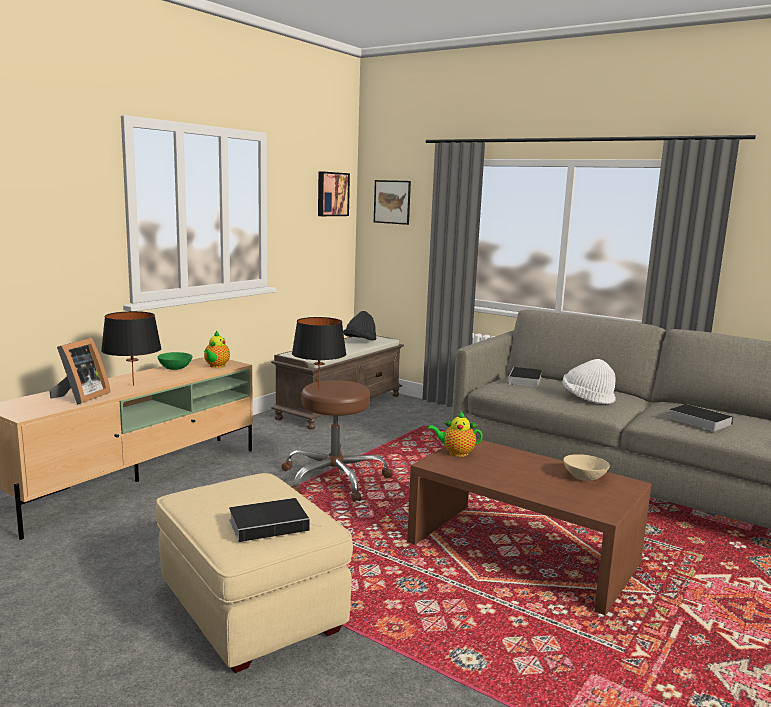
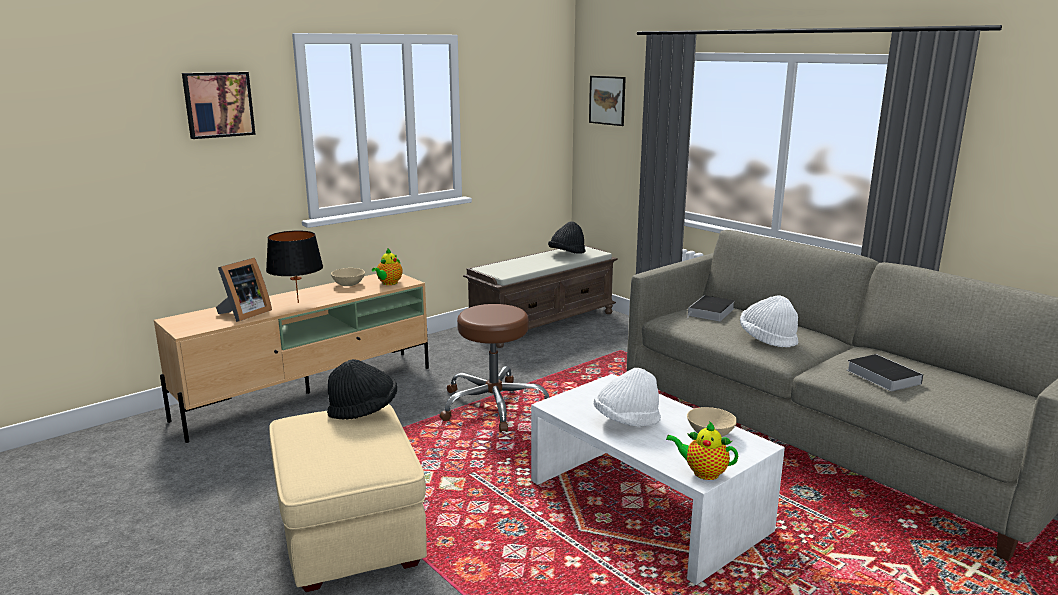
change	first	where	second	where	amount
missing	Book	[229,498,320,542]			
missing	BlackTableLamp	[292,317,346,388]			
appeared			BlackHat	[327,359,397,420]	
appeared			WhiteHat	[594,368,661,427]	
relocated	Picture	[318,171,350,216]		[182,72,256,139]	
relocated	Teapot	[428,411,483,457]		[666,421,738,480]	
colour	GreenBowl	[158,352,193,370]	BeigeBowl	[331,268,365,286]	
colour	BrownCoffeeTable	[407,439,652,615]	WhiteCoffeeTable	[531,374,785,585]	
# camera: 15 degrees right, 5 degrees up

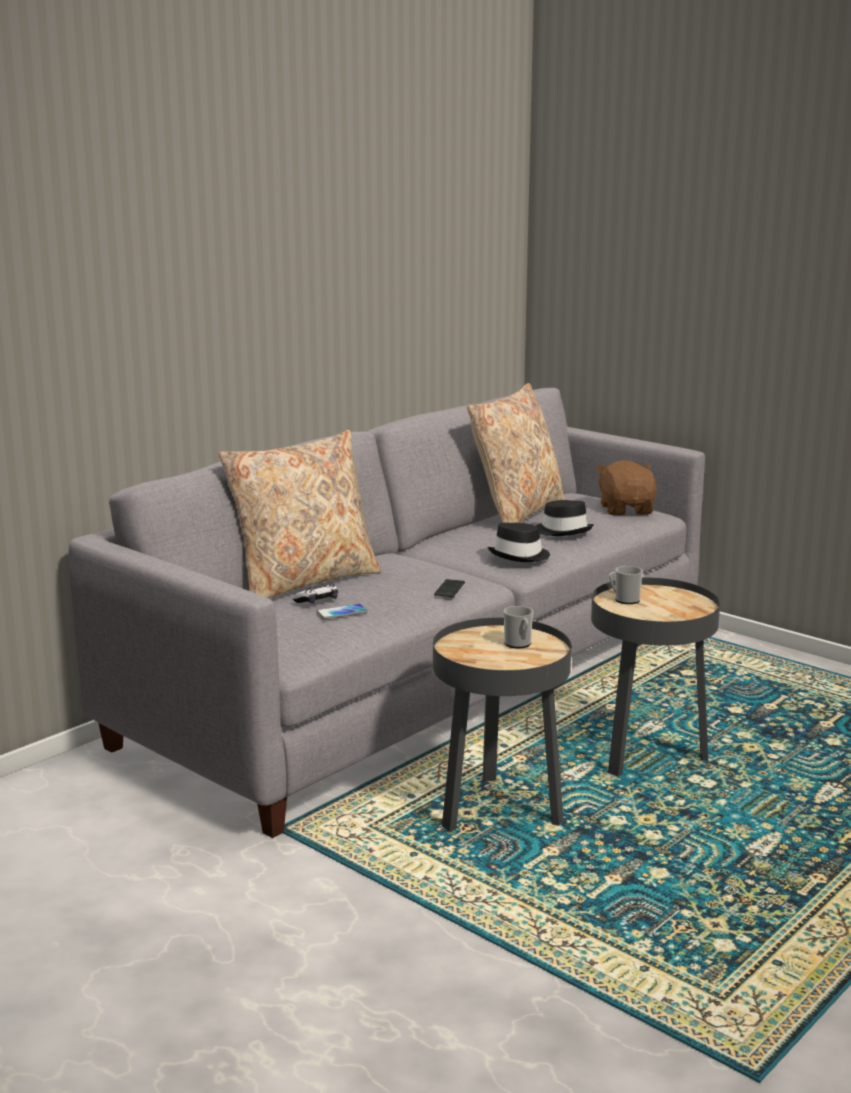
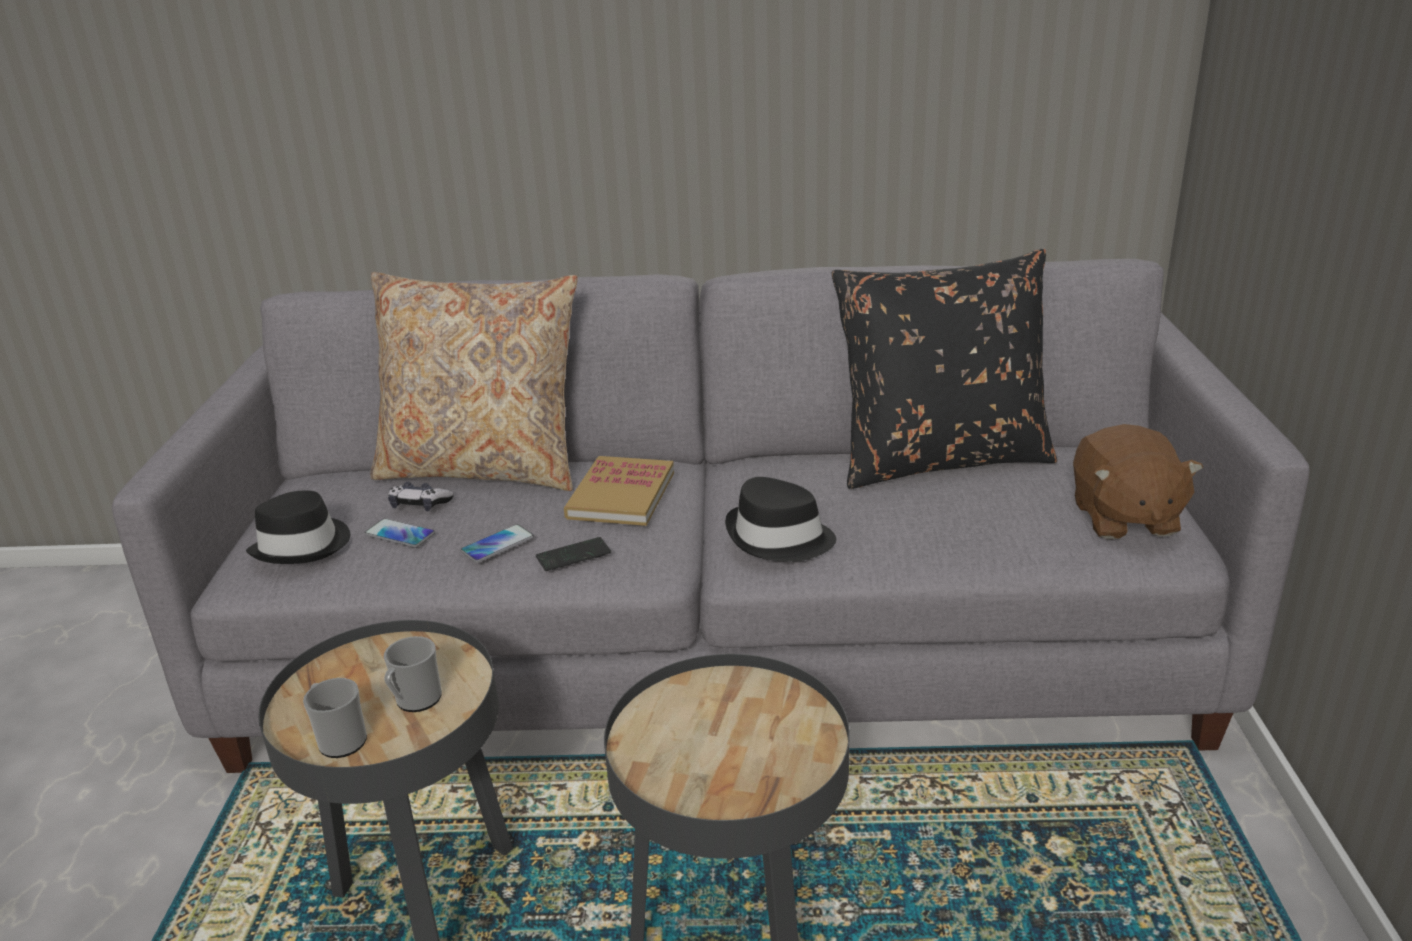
change	first	where	second	where	amount
appeared			Phone	[460,524,534,563]	
appeared			Book	[564,456,674,526]	
relocated	BlackHat	[536,500,594,536]		[246,491,350,564]	
relocated	Mug	[609,566,643,604]		[303,678,367,758]	
colour	BeigePillow	[467,383,565,523]	BlackPillow	[831,249,1057,489]	
spun	BrownPlushToy	[596,460,657,515]		[1073,424,1203,539]	135 degrees clockwise
# camera: 50 degrees right, 10 degrees up

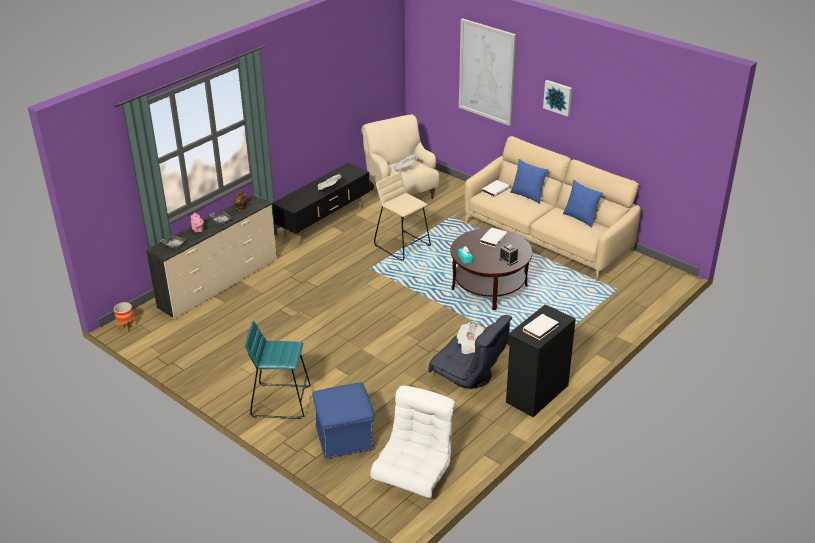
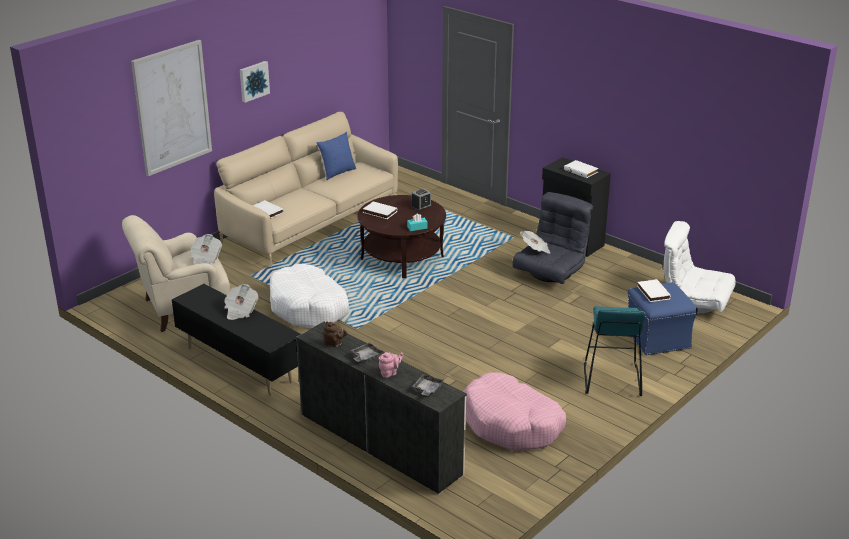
change	first	where	second	where	amount
missing	Planter	[114,302,136,332]			
missing	BluePillow	[510,159,549,204]			
appeared			PinkDogBed	[463,372,566,451]	
appeared			WhiteBook	[637,279,671,302]	
exchanged	BeigeStool	[374,172,431,261]	WhiteDogBed	[270,264,350,327]	
# camera: 90 degrees left, 5 degrees down

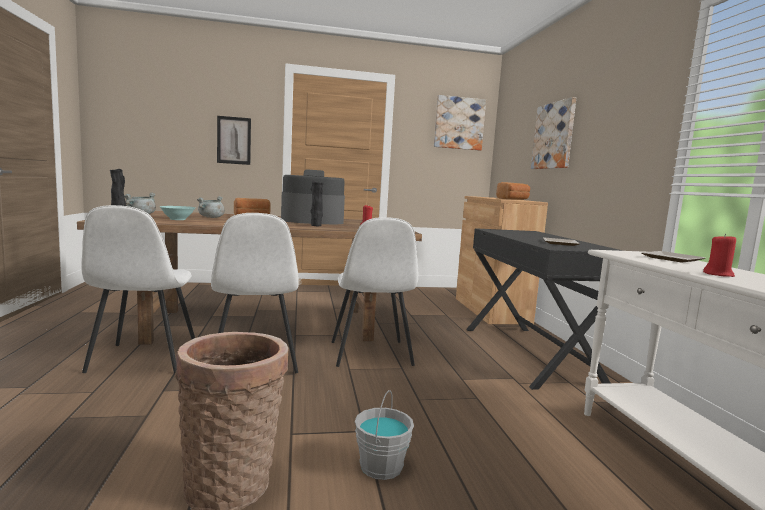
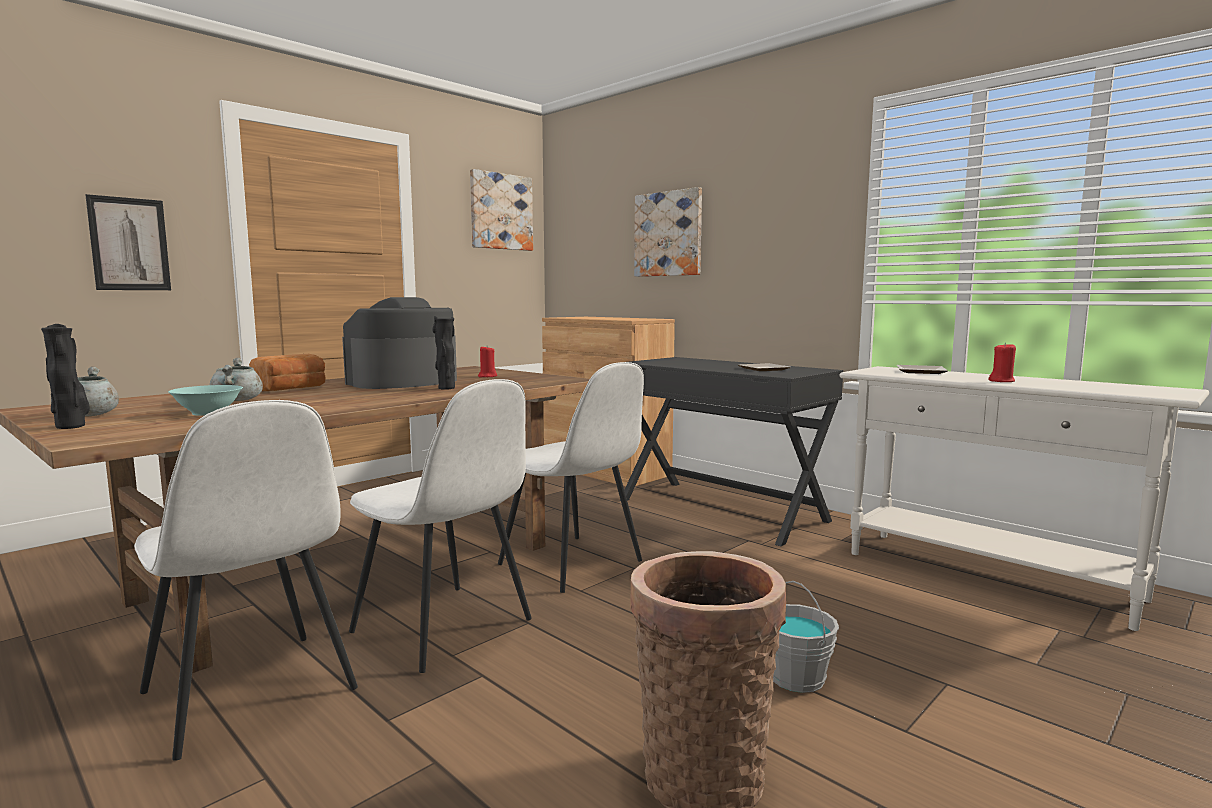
change	first	where	second	where	amount
missing	Bread	[496,182,530,200]			
# camera: 35 degrees left, 0 degrees up

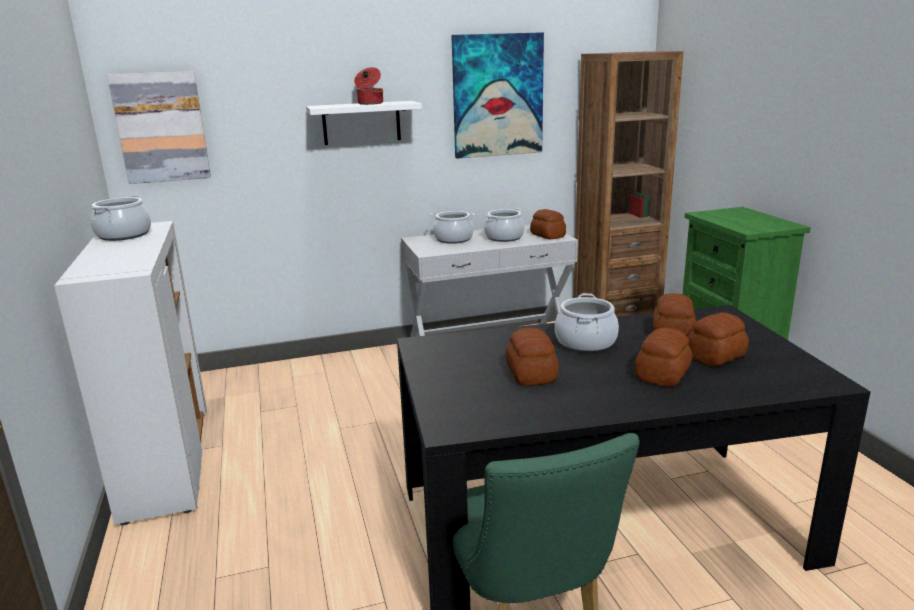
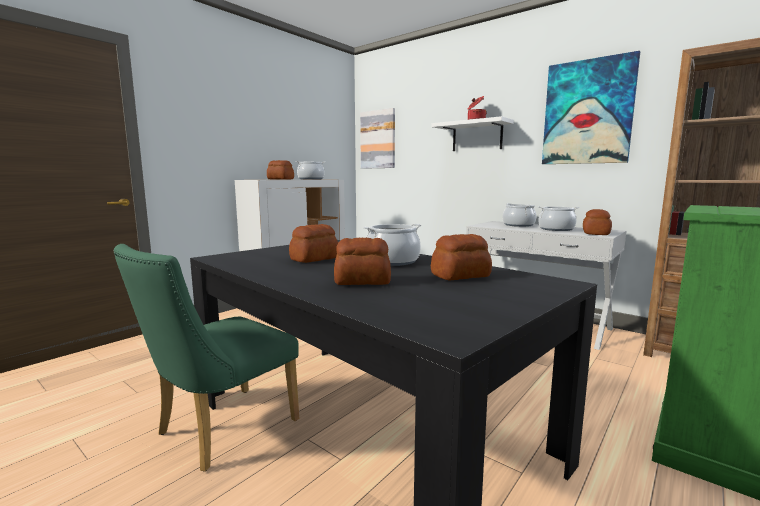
change	first	where	second	where	amount
relocated	Bread	[687,312,749,367]		[267,160,294,180]	
# camera: 55 degrees right, 10 degrees down

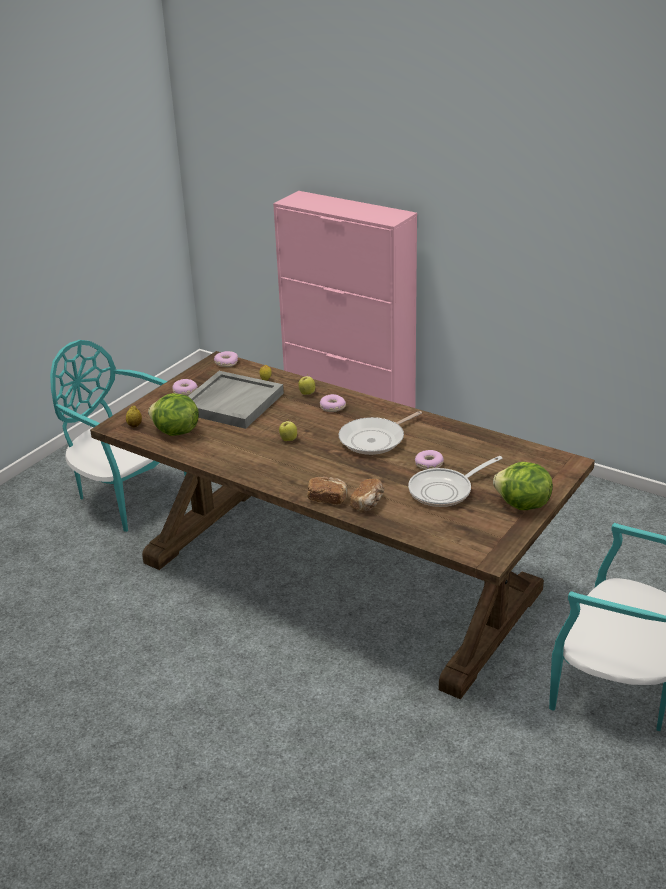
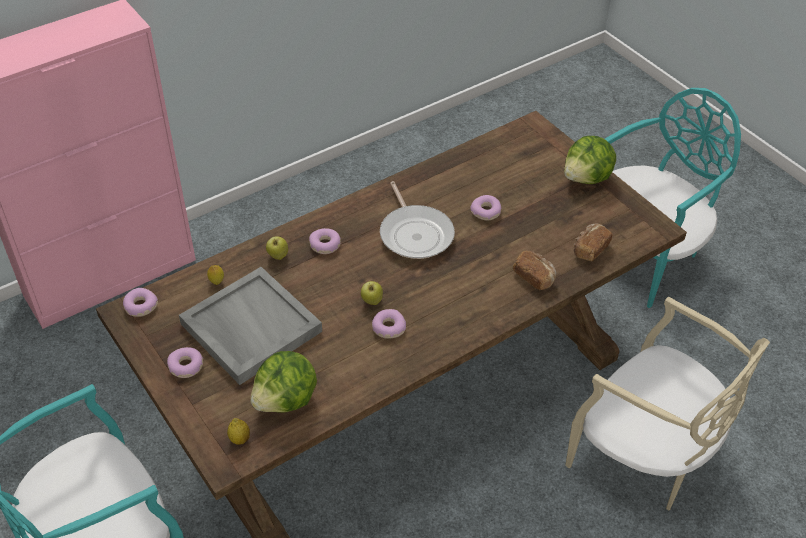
change	first	where	second	where	amount
missing	FryingPan	[408,456,503,507]			
appeared			Donut	[372,309,406,339]	
appeared			BeigeChair	[565,297,770,510]	
relocated	Bread	[307,476,348,504]		[574,223,613,261]	
# camera: 70 degrees left, 15 degrees up

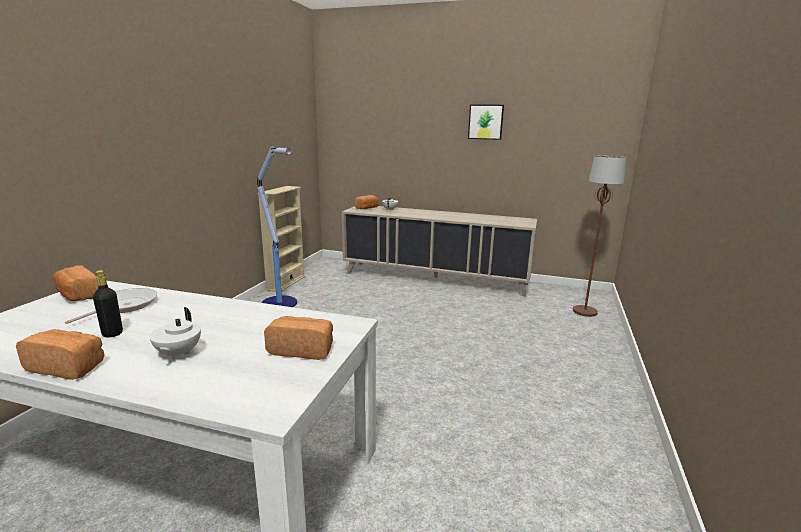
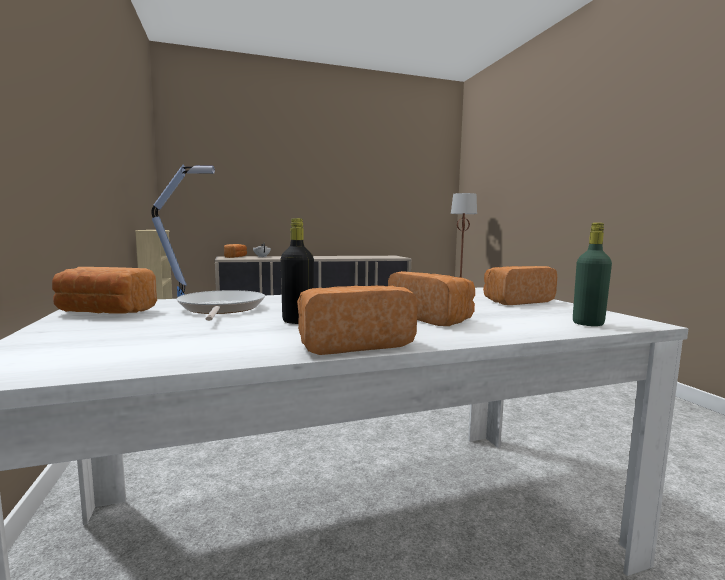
change	first	where	second	where	amount
missing	Picture	[468,104,504,140]			
appeared			GreenBottle	[573,223,612,326]	
exchanged	WhiteTeapot	[150,307,201,360]	Bread	[388,271,475,326]	
# camera: 35 degrees left, 10 degrees down

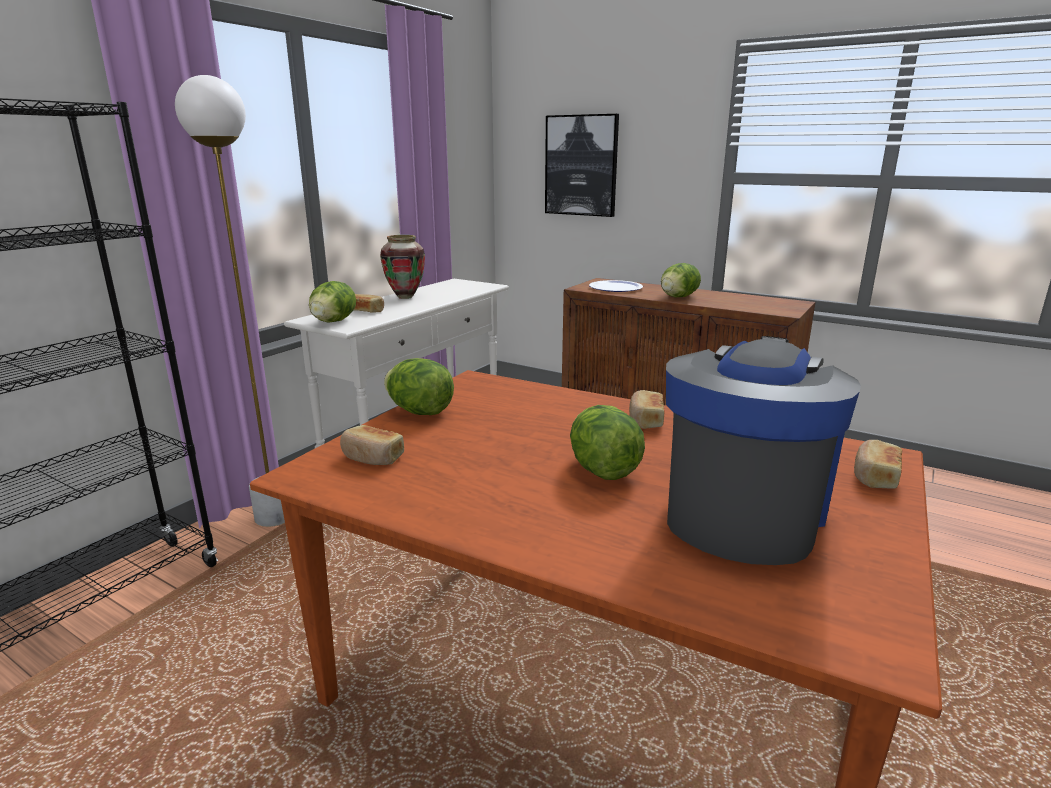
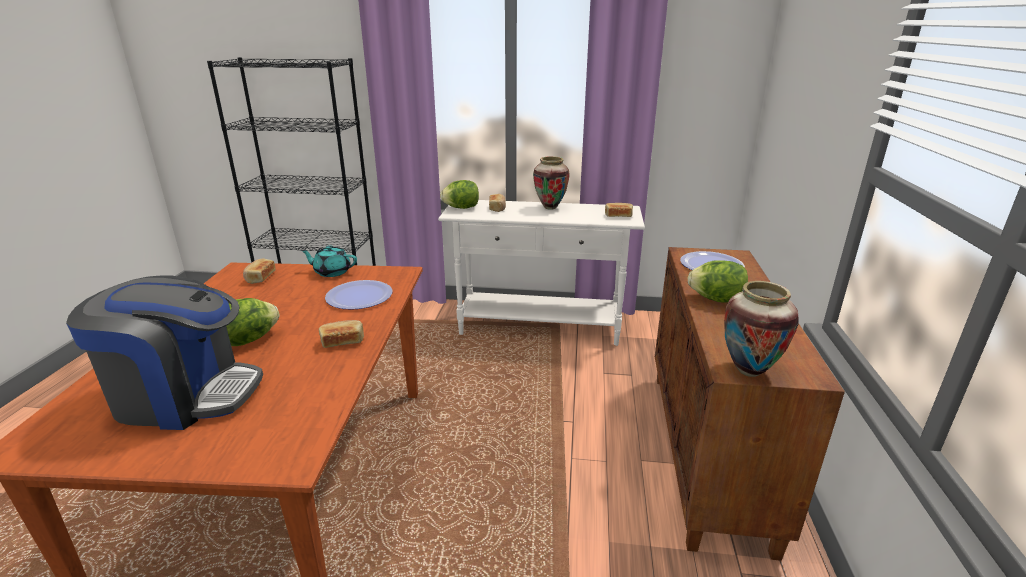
change	first	where	second	where	amount
missing	WhiteFloorLamp	[175,75,285,527]			
missing	Picture	[545,114,619,217]			
appeared			Plate	[325,280,392,310]	
appeared			Vase	[724,281,799,377]	
relocated	Bread	[854,440,902,489]		[605,203,633,217]	
exchanged	Lettuce	[384,358,454,415]	TurquoiseTeapot	[301,245,357,277]	
# camera: 65 degrees right, 5 degrees up

